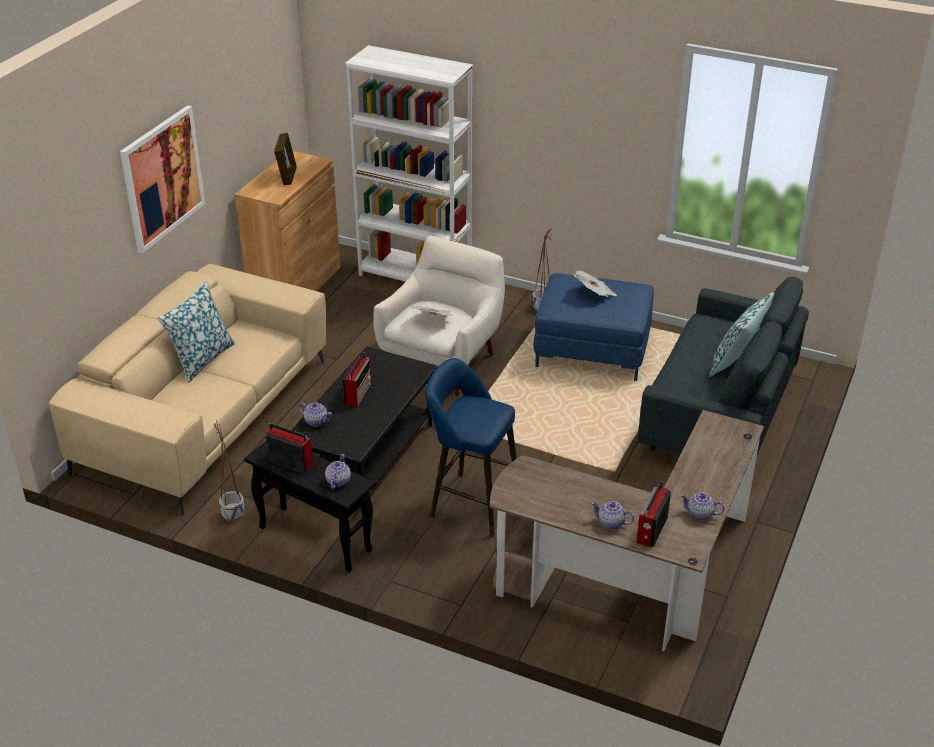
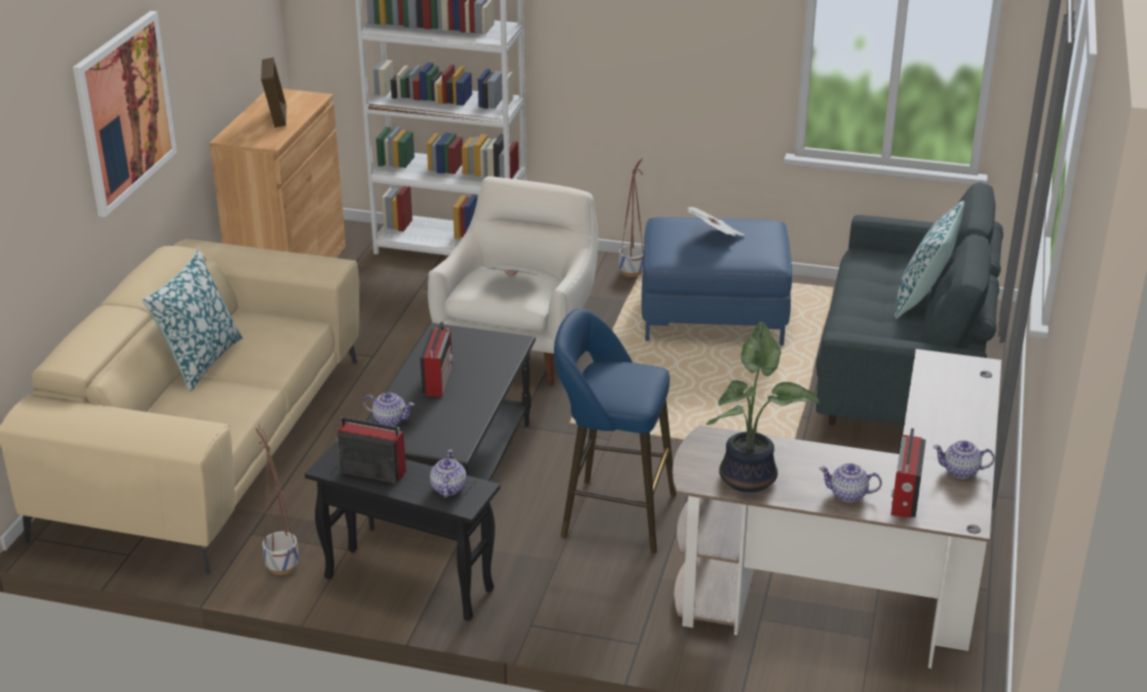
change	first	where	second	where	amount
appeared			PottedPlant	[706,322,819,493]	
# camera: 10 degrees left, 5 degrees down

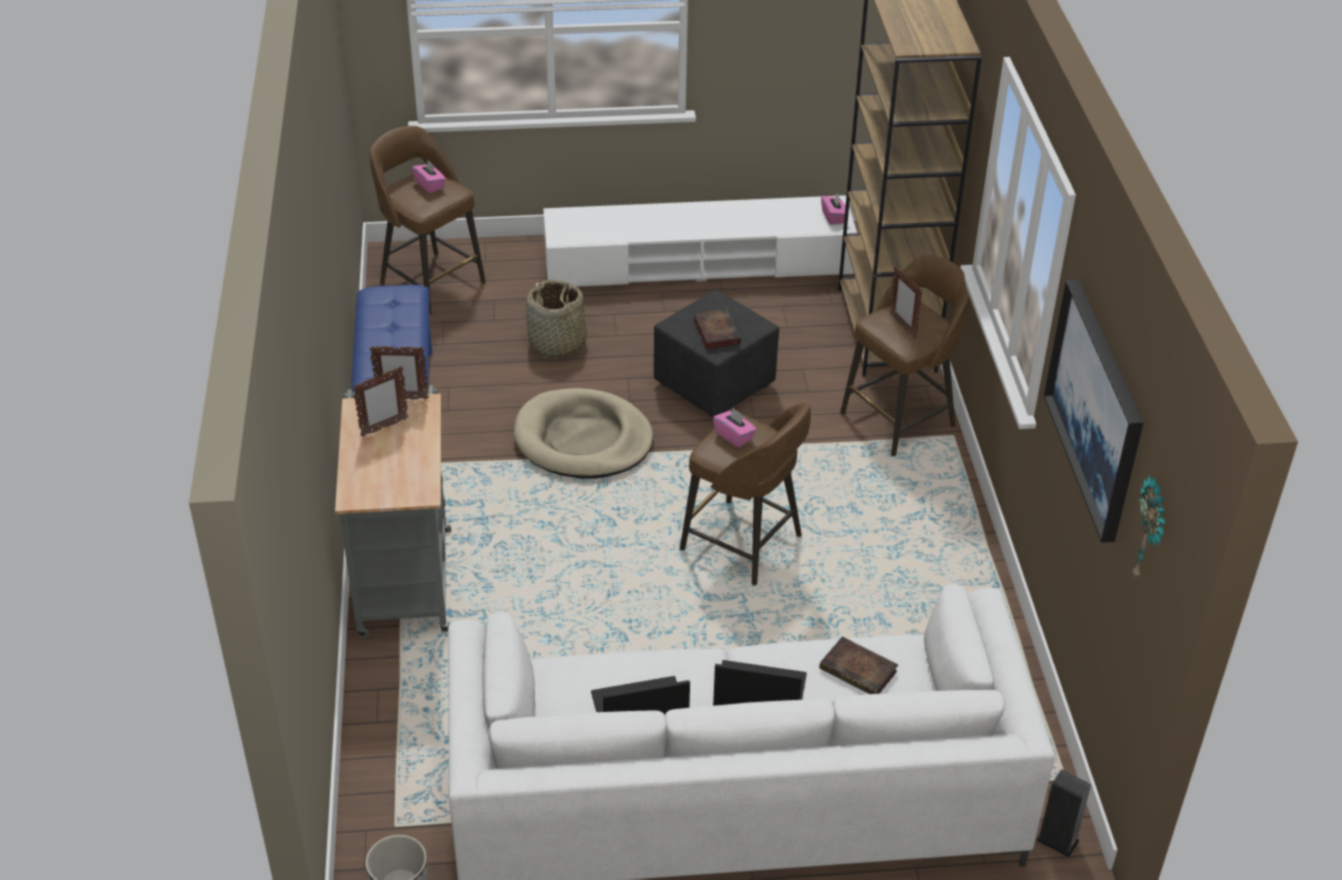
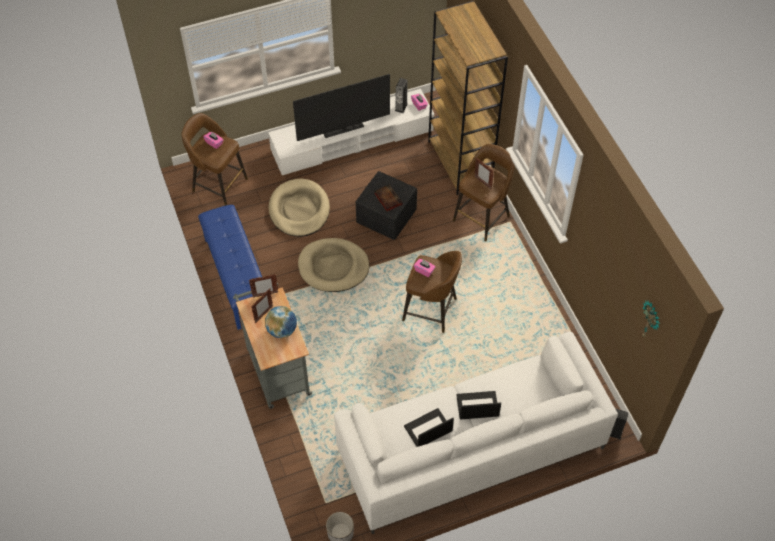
change	first	where	second	where	amount
missing	Book	[819,636,898,694]			
missing	Picture	[1044,280,1144,543]			
appeared			Globe	[265,306,297,338]	
appeared			Television	[293,74,390,141]	
appeared			Speaker	[395,78,408,113]	
exchanged	Basket	[526,280,587,358]	BeigeDogBed	[269,179,330,237]	
# camera: 15 degrees left, 15 degrees up

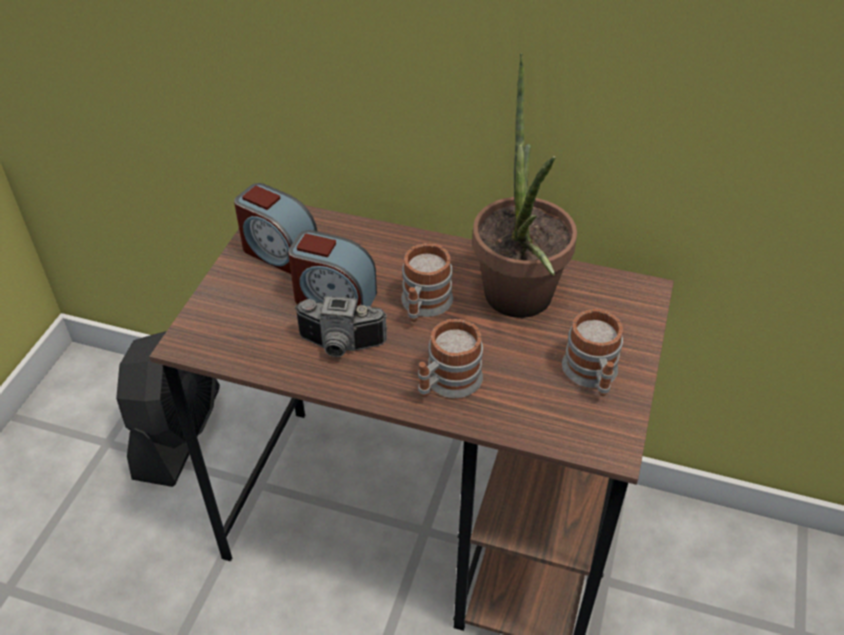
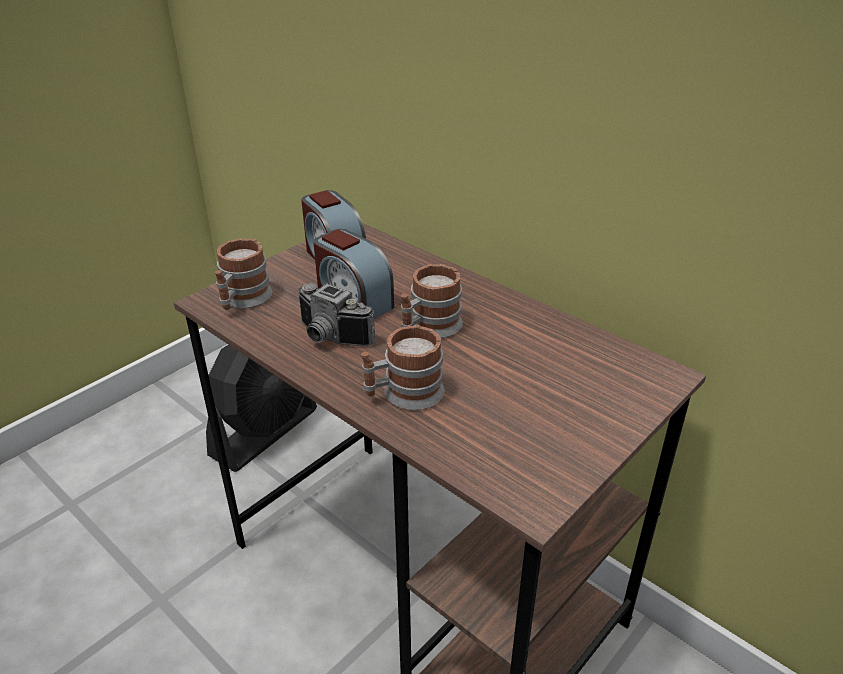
change	first	where	second	where	amount
missing	PottedPlant	[472,53,577,318]			
relocated	Mug	[562,309,623,396]		[215,238,272,310]	
# camera: 25 degrees right, 10 degrees down

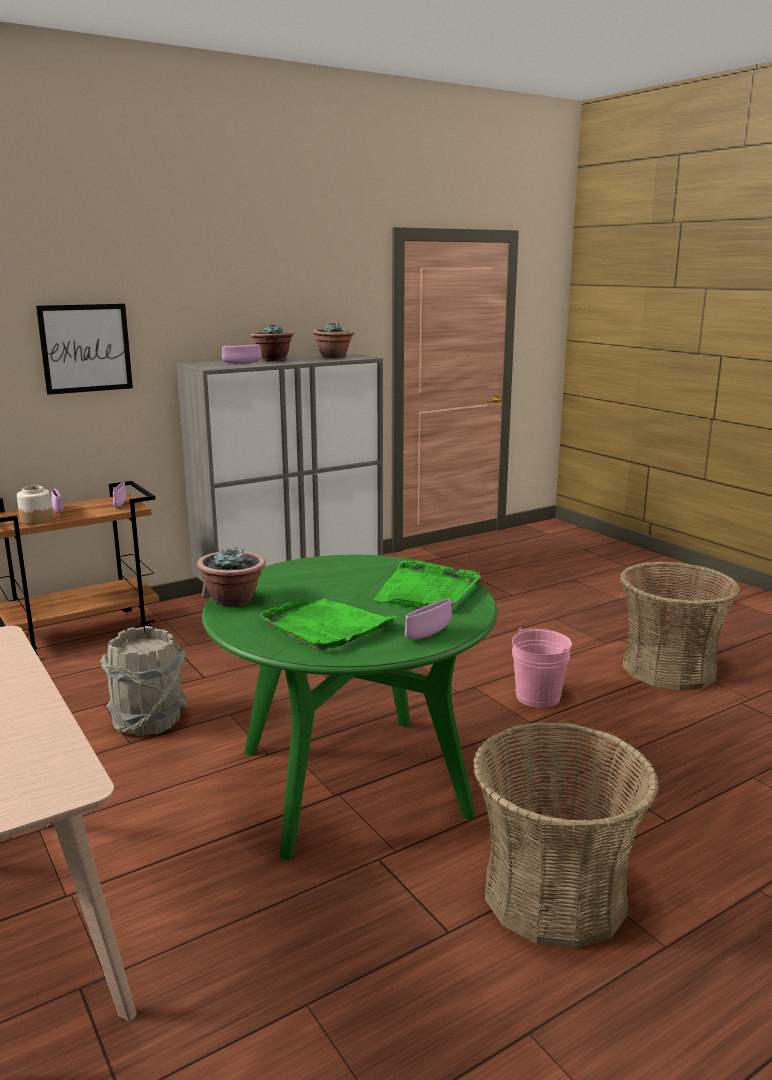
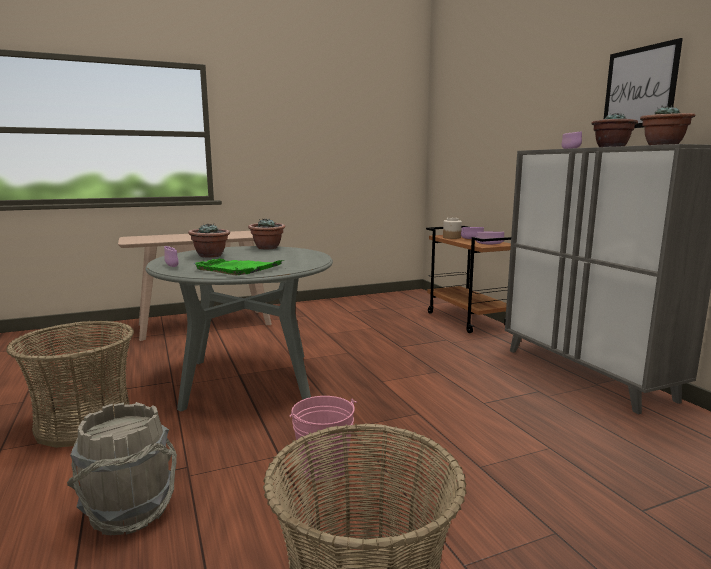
change	first	where	second	where	amount
relocated	Picture	[36,304,133,395]		[604,38,683,128]	
relocated	GreyBucket	[100,626,187,736]		[67,402,177,536]	
exchanged	GreenTray	[259,599,397,650]	PottedPlant	[188,224,230,258]	
colour	GreenDiningTable	[202,555,498,860]	GreyDiningTable	[145,246,333,411]	
# camera: 100 degrees right, 5 degrees down

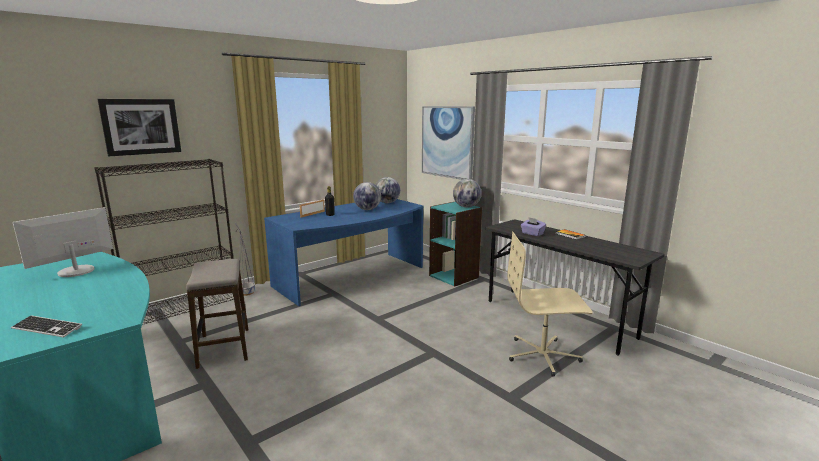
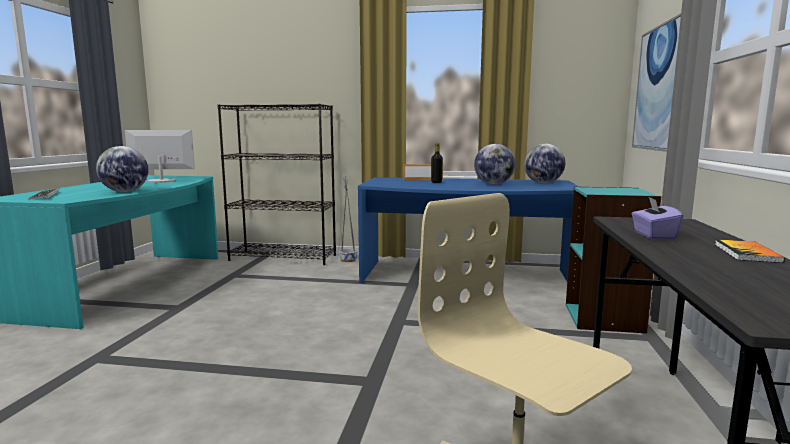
change	first	where	second	where	amount
missing	Picture	[97,99,181,156]			
missing	Stool	[186,259,248,369]			
relocated	Globe	[453,179,482,207]		[96,146,148,192]	
# camera: 50 degrees right, 5 degrees down

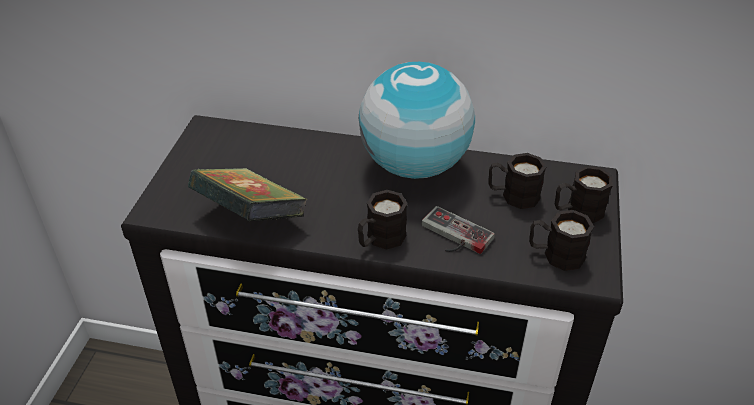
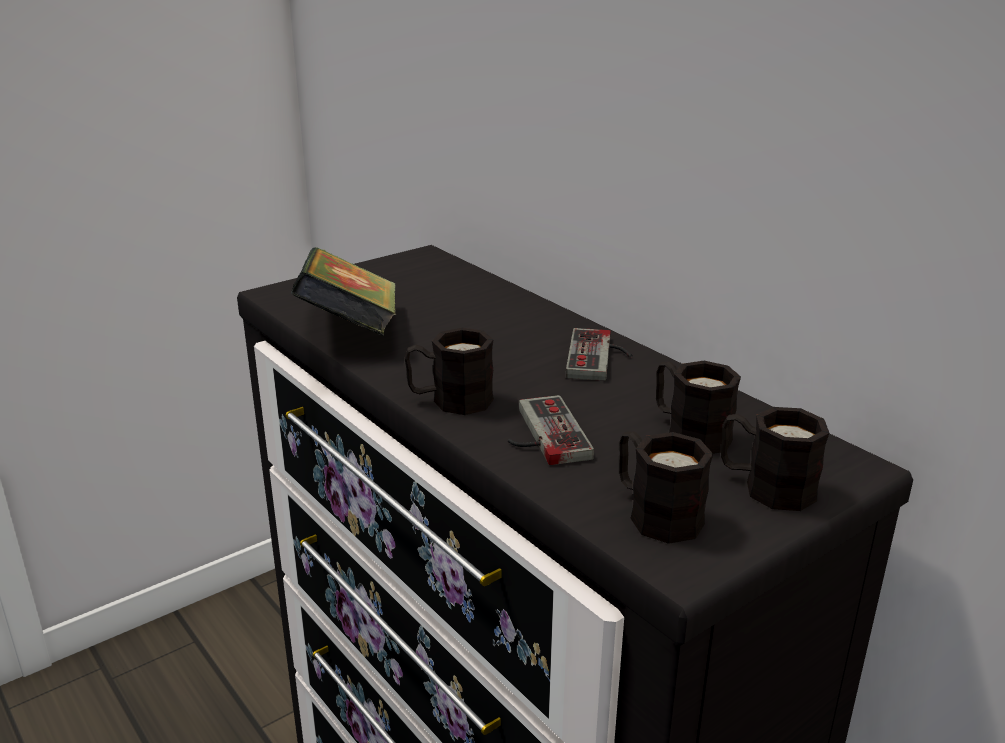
change	first	where	second	where	amount
exchanged	Globe	[359,62,475,179]	GameController	[566,328,633,381]	
# camera: 40 degrees right, 15 degrees down

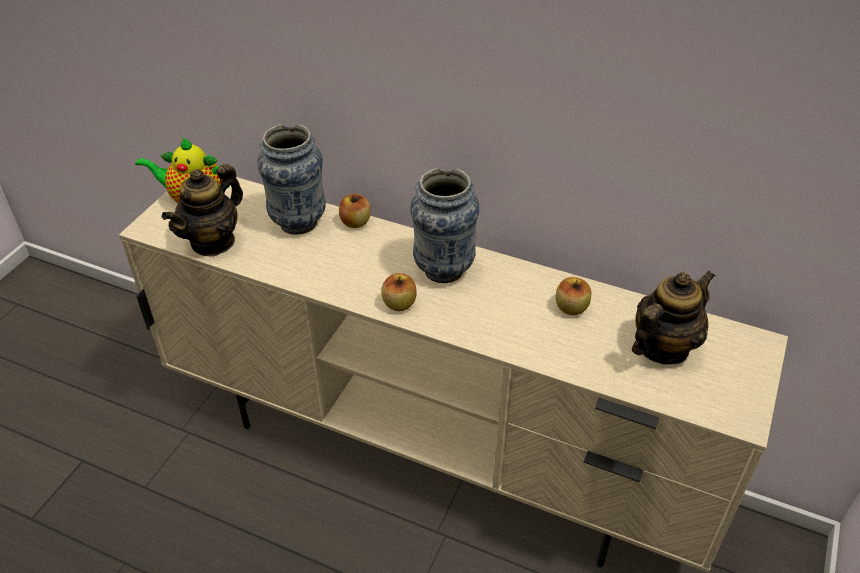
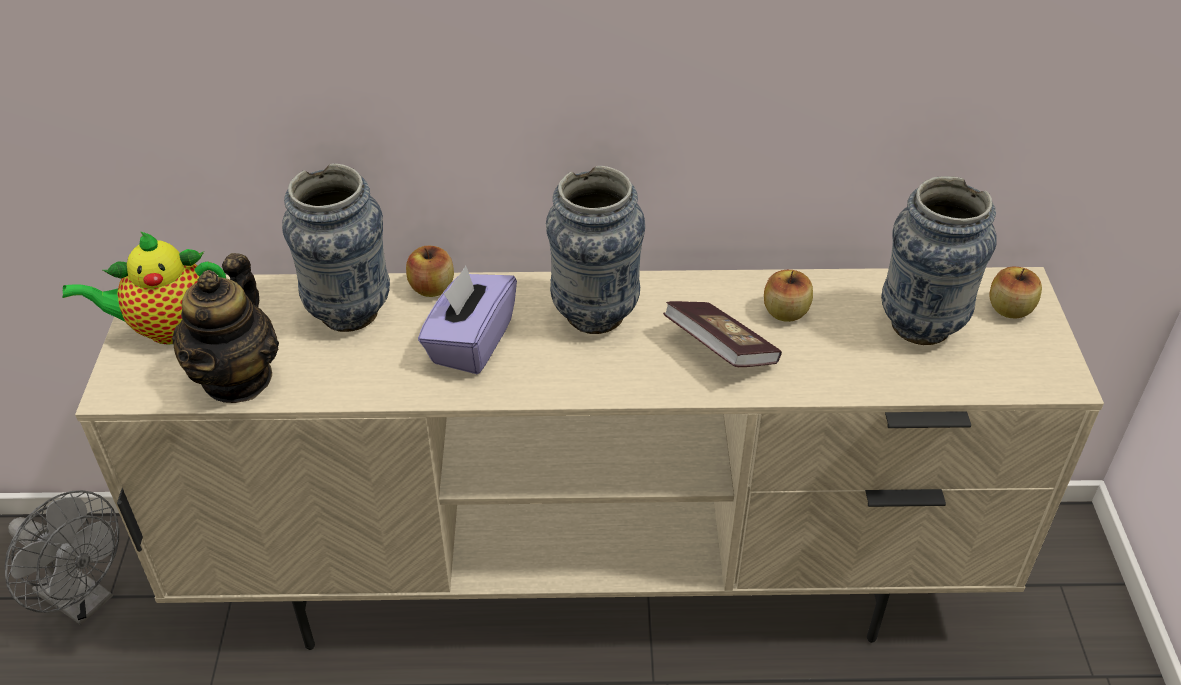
change	first	where	second	where	amount
appeared			GreyFan	[5,490,119,625]	
appeared			PurpleTissueBox	[418,266,517,374]	
appeared			Book	[663,301,782,367]	
relocated	Apple	[381,273,417,311]		[989,266,1042,319]	
exchanged	Teapot	[632,271,715,364]	Vase	[881,176,997,345]	
# camera: 25 degrees left, 0 degrees up

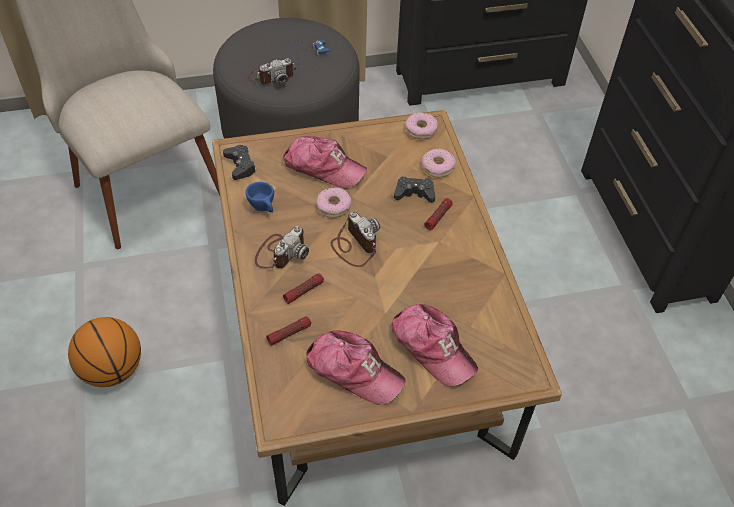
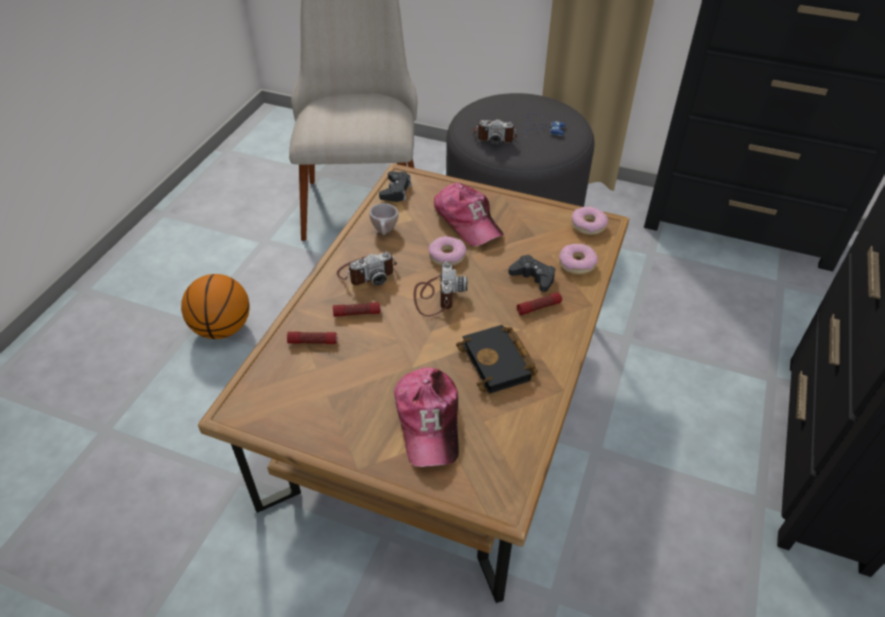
change	first	where	second	where	amount
missing	Cap	[306,330,406,405]			
appeared			BlackBook	[456,325,538,394]	
colour	BlueCup	[245,182,274,212]	BeigeCup	[369,203,399,235]	
# camera: 35 degrees right, 5 degrees down

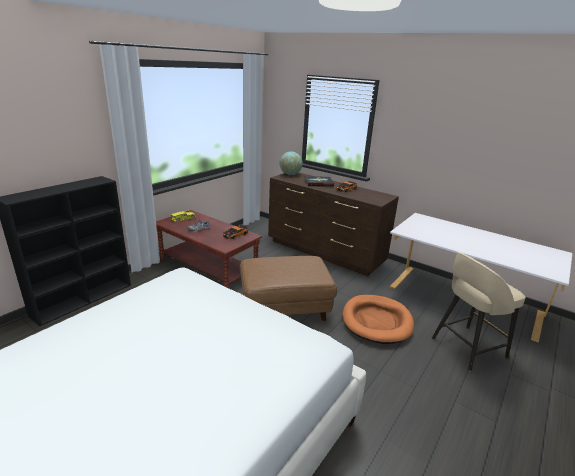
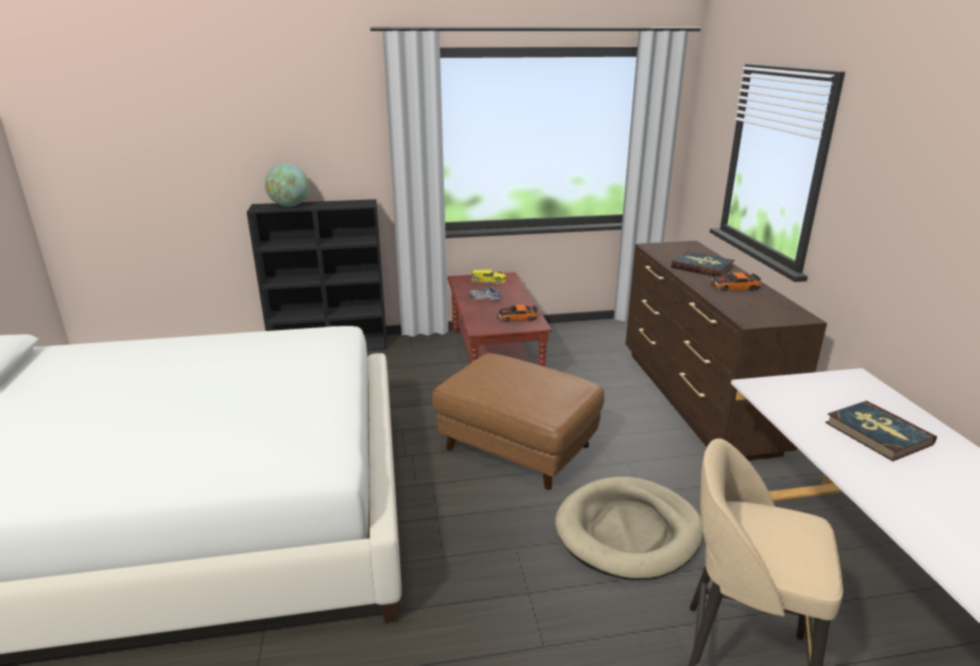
change	first	where	second	where	amount
appeared			Book	[825,401,937,461]	
relocated	Globe	[280,151,303,175]		[265,164,309,207]	
colour	OrangeDogBed	[342,295,414,344]	BeigeDogBed	[555,477,703,580]	
# camera: 45 degrees right, 0 degrees up

